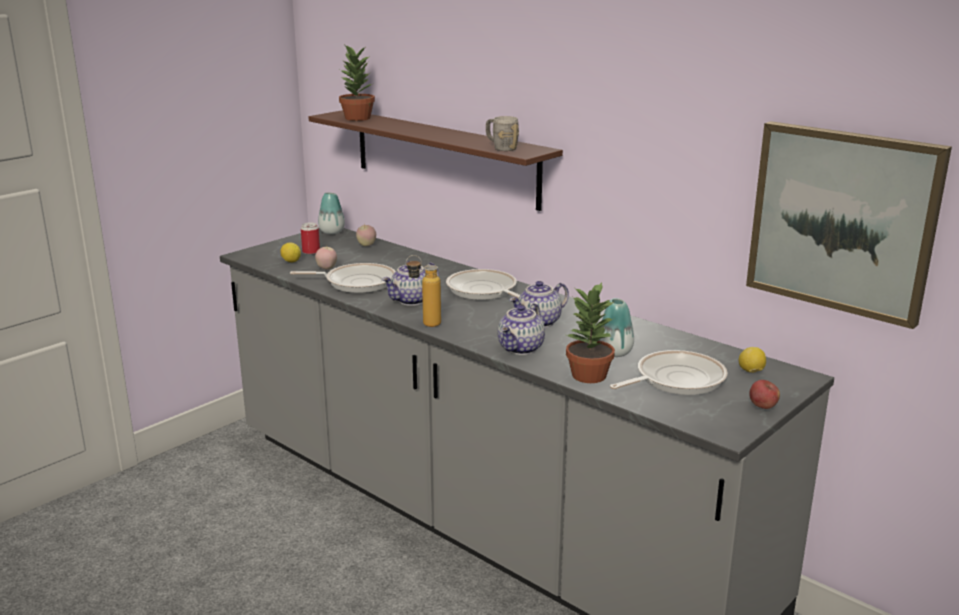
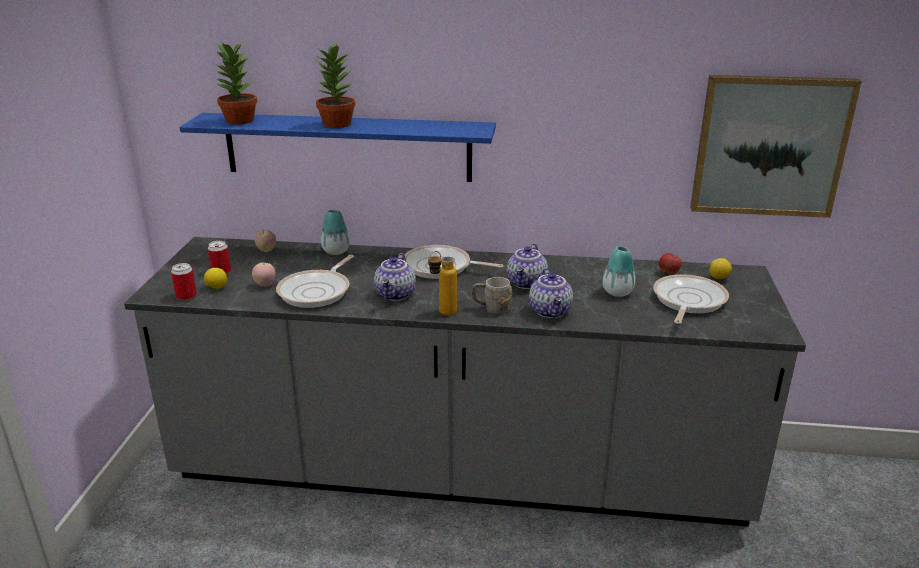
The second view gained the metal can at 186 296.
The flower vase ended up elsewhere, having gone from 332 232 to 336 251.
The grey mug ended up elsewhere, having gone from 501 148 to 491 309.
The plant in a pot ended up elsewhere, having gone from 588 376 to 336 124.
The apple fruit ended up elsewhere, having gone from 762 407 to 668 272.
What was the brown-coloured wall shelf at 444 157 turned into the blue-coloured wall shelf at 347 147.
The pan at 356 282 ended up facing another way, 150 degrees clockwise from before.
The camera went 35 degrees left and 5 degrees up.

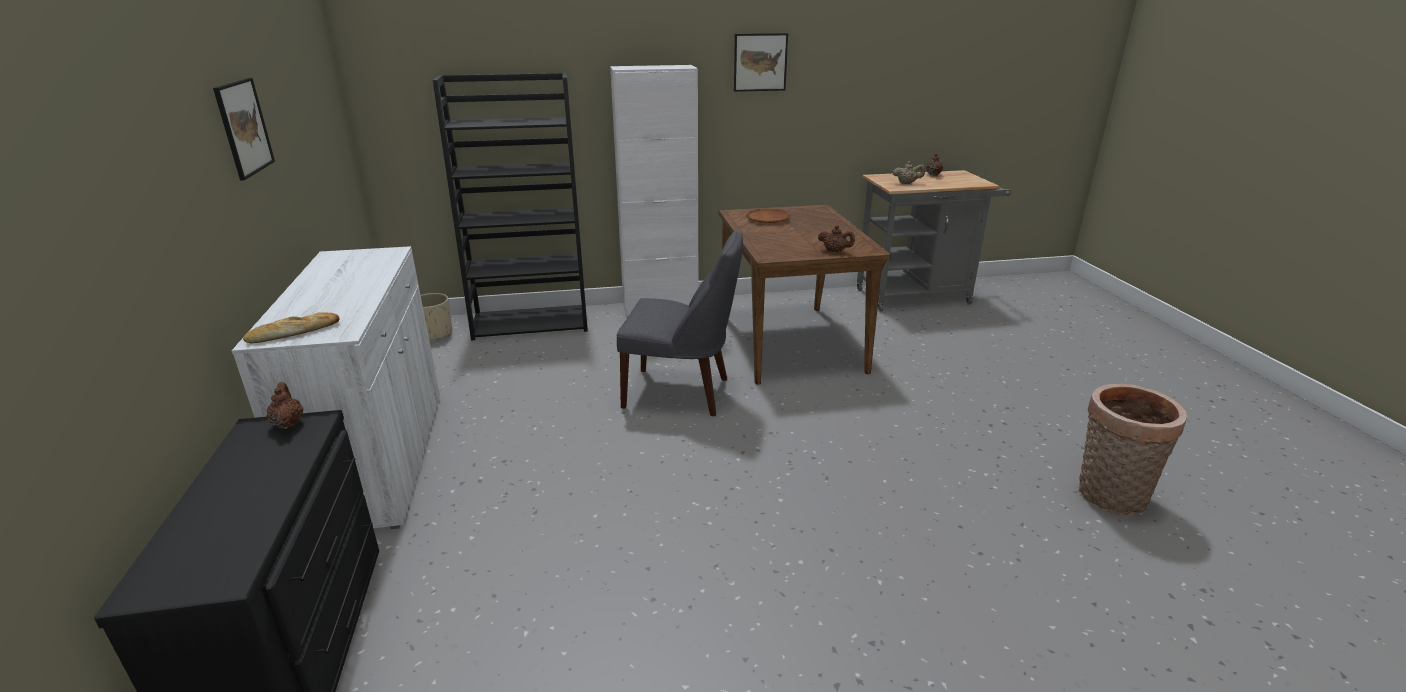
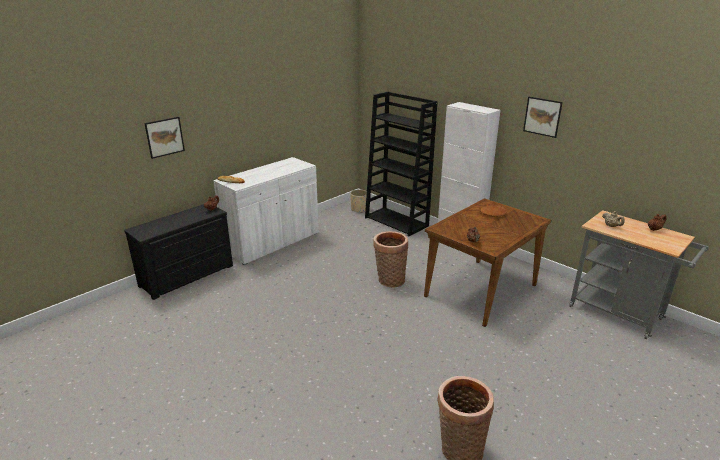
The wall art ended up elsewhere, having gone from 244 127 to 164 137.
Where the grey plain chair stood at 681 393, the household basket came to stand at 389 280.
The camera went 55 degrees right and 0 degrees up.

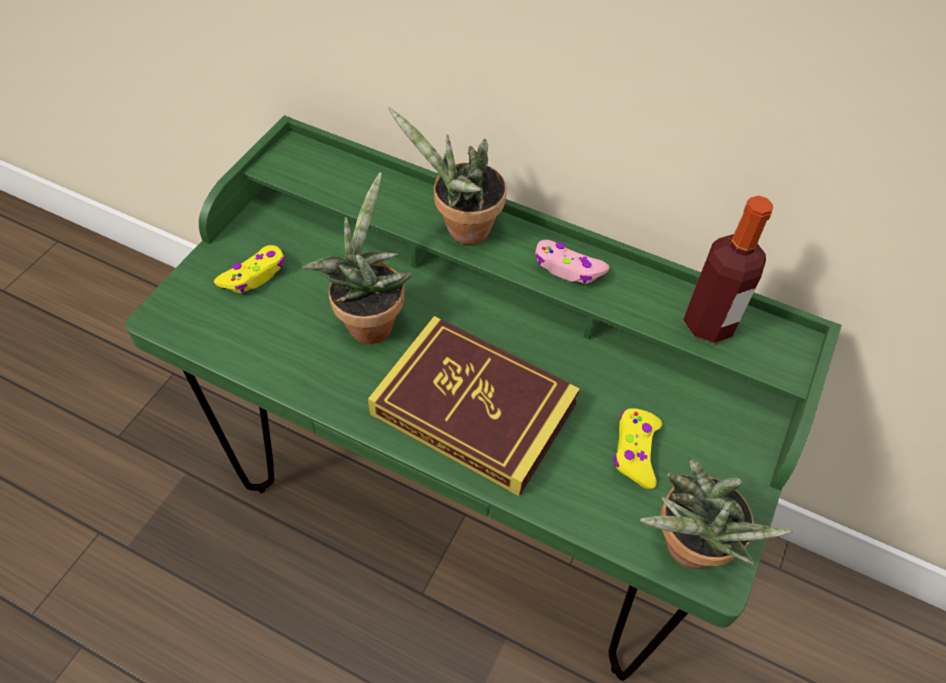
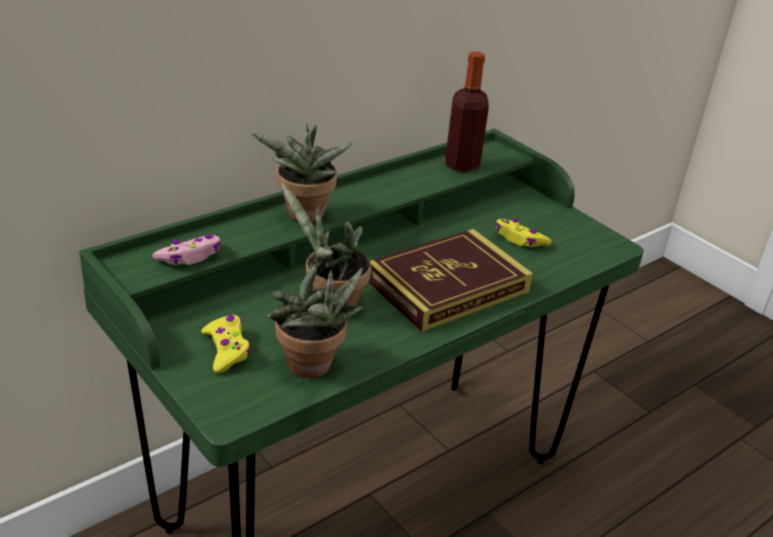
The pink joypad ended up elsewhere, having gone from 568 268 to 190 257.
The plant in a pot ended up elsewhere, having gone from 686 552 to 312 369.
The camera went 65 degrees left and 20 degrees down.

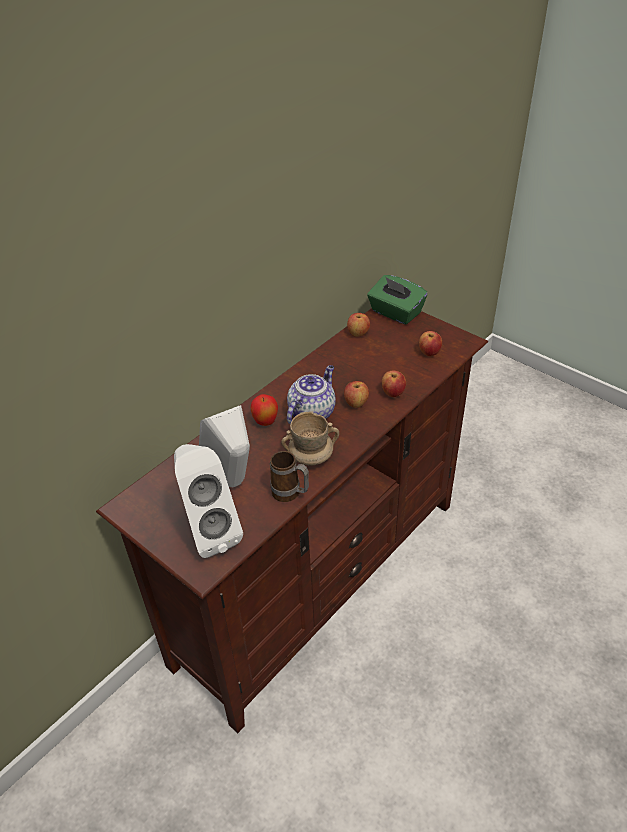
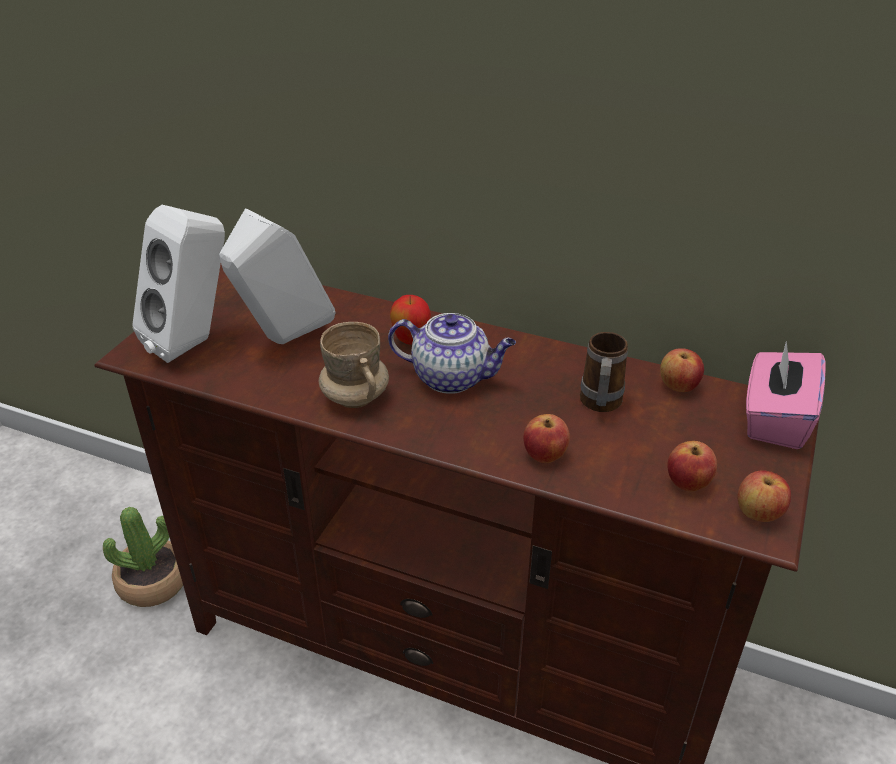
The second view gained the plant in a pot at 153 582.
The mug ended up elsewhere, having gone from 291 494 to 599 405.
The apple fruit ended up elsewhere, having gone from 356 403 to 758 513.
What was the green-coloured box of tissues at 395 313 turned into the pink box of tissues at 775 419.
The camera went 70 degrees right and 5 degrees down.

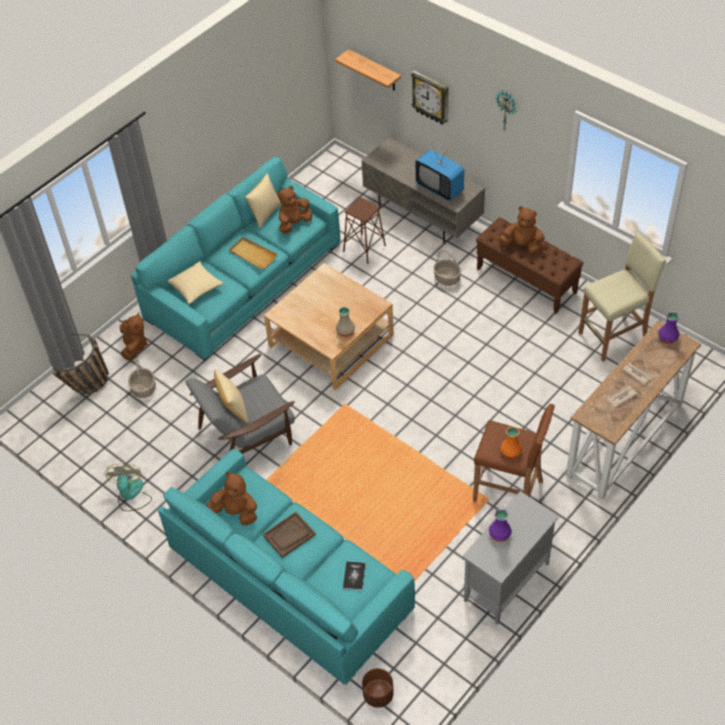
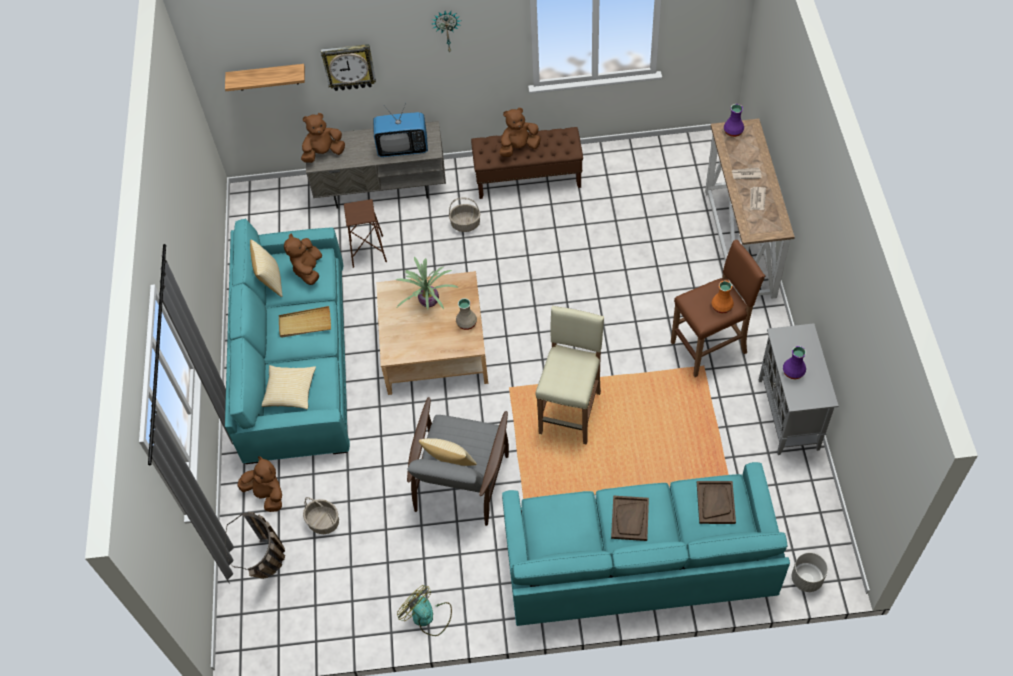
The second view gained the plant in a pot at 428 302.
The brown-coloured soft toy ended up elsewhere, having gone from 236 512 to 323 153.
The sand-coloured stool ended up elsewhere, having gone from 614 336 to 571 412.
Where the book stood at 354 576, the brown-coloured serving tray came to stand at 715 503.
What was the brown-coloured planter at 378 695 turned into the grey planter at 806 579.
The camera went 45 degrees left and 5 degrees up.

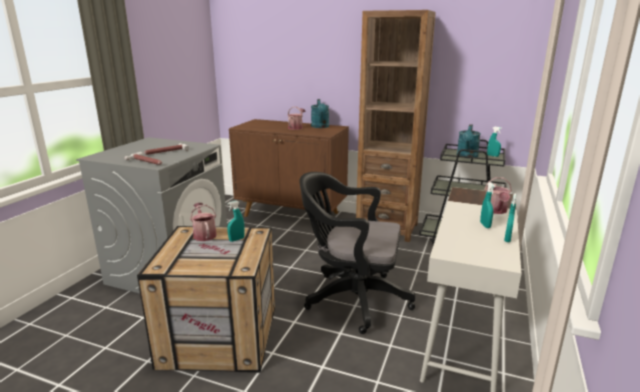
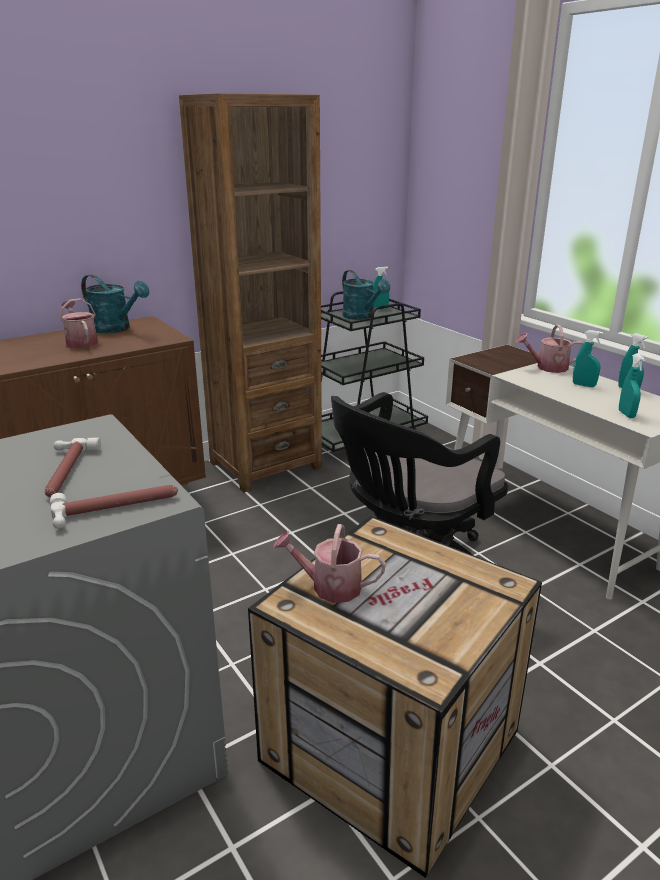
The turquoise-coloured sprayer ended up elsewhere, having gone from 236 239 to 626 414.
The sprinkling can at 495 211 ended up facing another way, 135 degrees clockwise from before.
The camera went 55 degrees left and 5 degrees up.

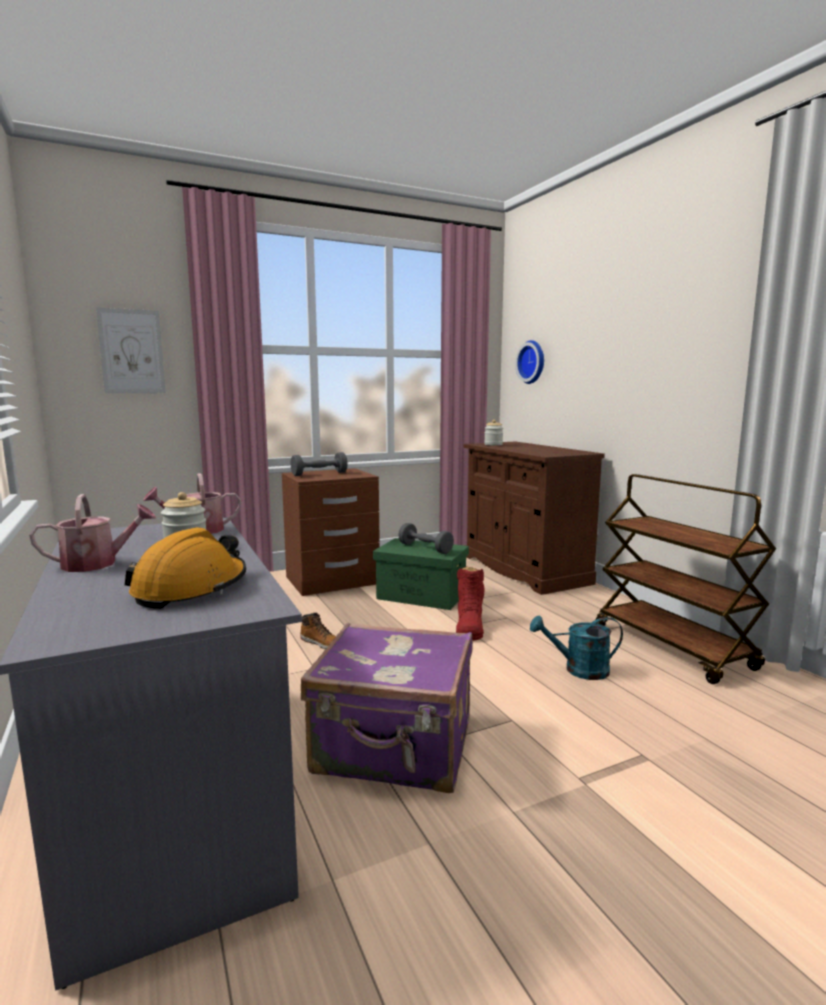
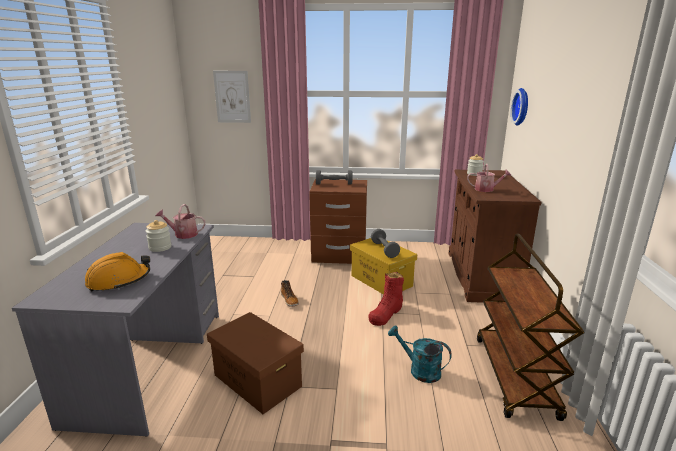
The sprinkling can ended up elsewhere, having gone from 98 563 to 487 189.
Where the purple travel case stood at 395 748, the brown-coloured storage box came to stand at 258 380.
What was the green-coloured storage box at 422 596 turned into the yellow-coloured storage box at 382 281.
The camera went 30 degrees right and 10 degrees up.

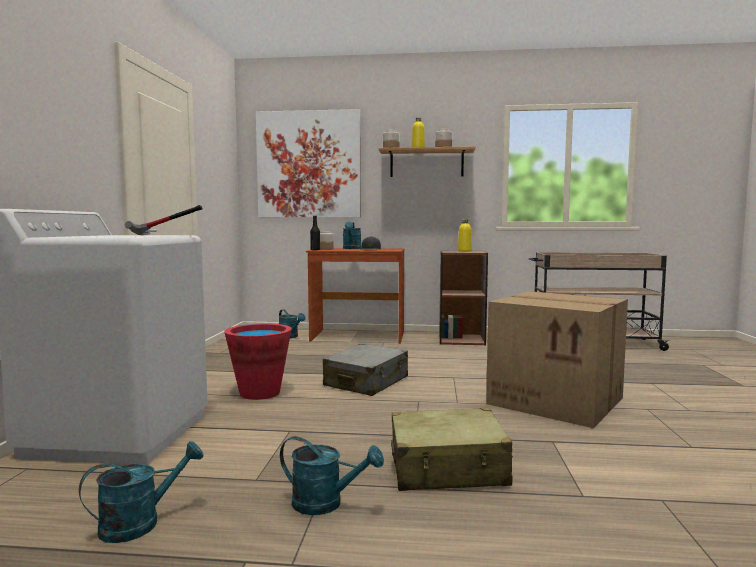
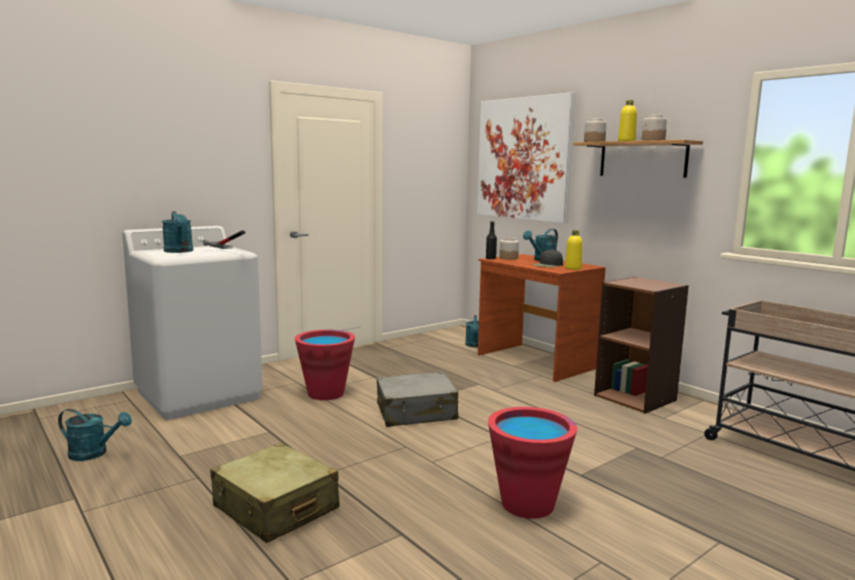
The turquoise-coloured sprinkling can ended up elsewhere, having gone from 326 504 to 179 251.
The yellow-coloured beverage bottle ended up elsewhere, having gone from 464 251 to 573 268.
Where the packing box stood at 557 400, the red-coloured pail came to stand at 527 504.
The camera went 45 degrees right and 5 degrees up.

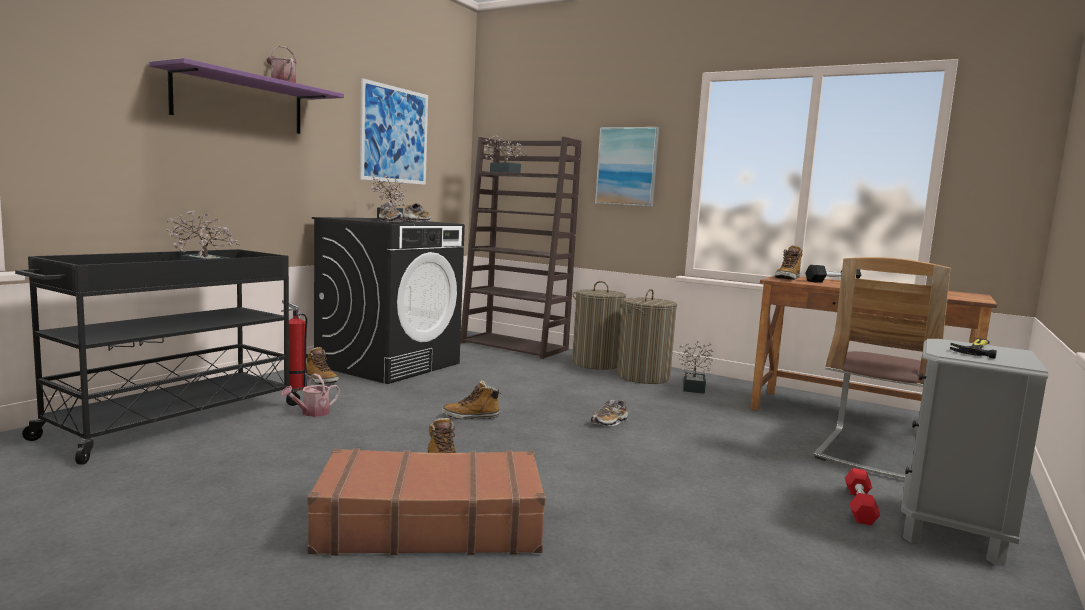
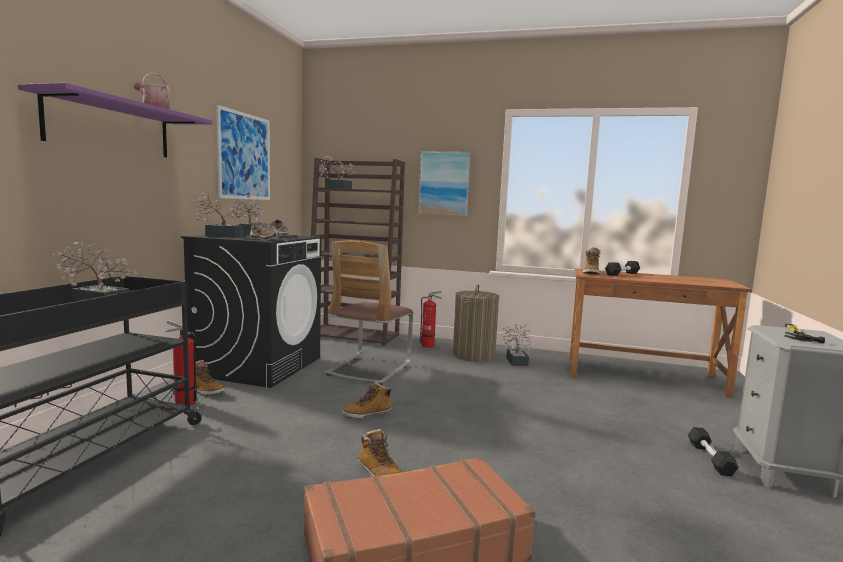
The second view lost the sprinkling can at 312 413.
The second view lost the item of footwear at 609 422.
The second view gained the plant in a pot at 220 236.
The plain chair ended up elsewhere, having gone from 874 455 to 369 369.
Where the washing basket stood at 596 363, the fire-fighting cylinder came to stand at 429 346.
What was the red-coloured hand weight at 859 506 turned into the blackish hand weight at 710 458.
The camera went 15 degrees left and 0 degrees up.

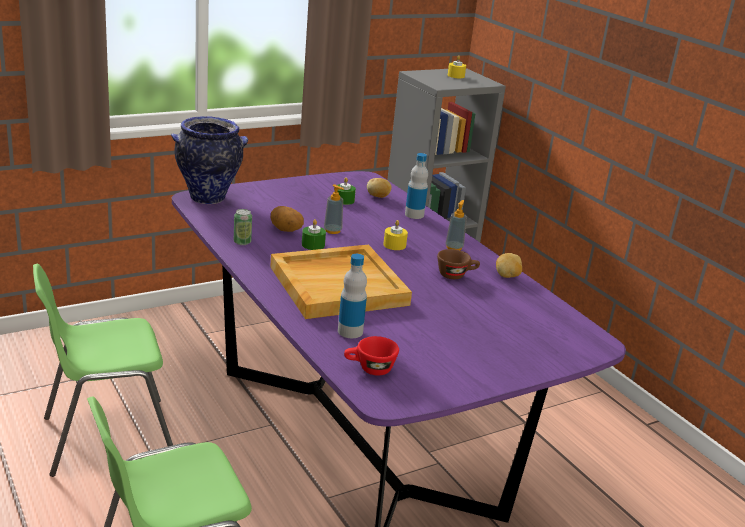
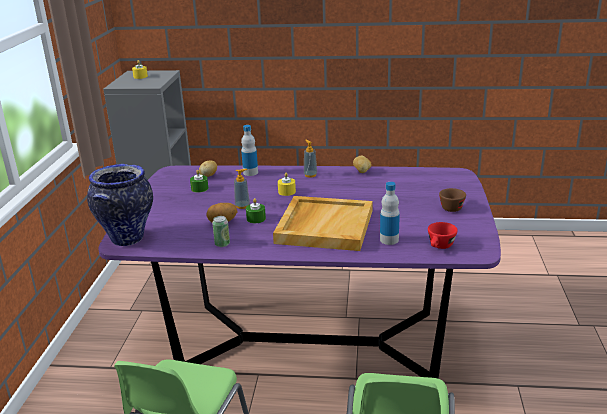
The brown-coloured small cup ended up elsewhere, having gone from 456 275 to 452 207.
The camera went 50 degrees left and 0 degrees up.

